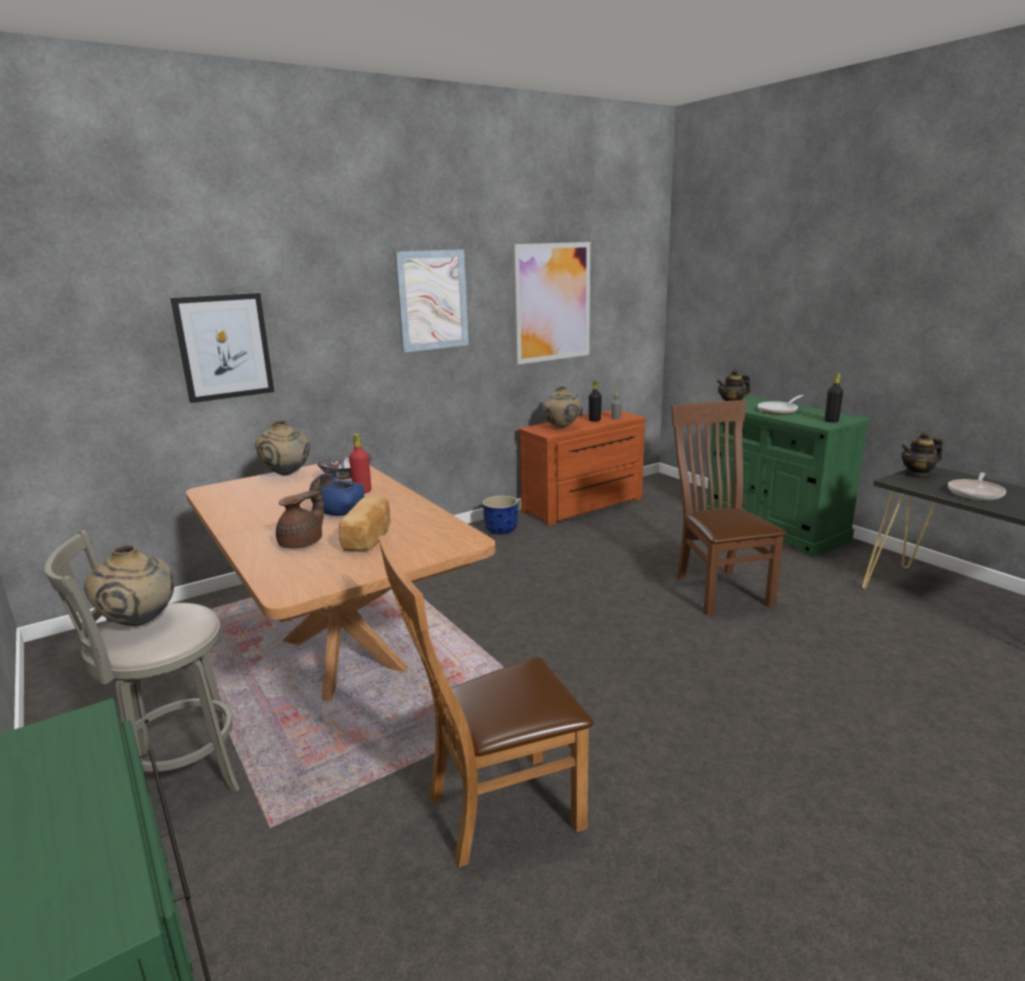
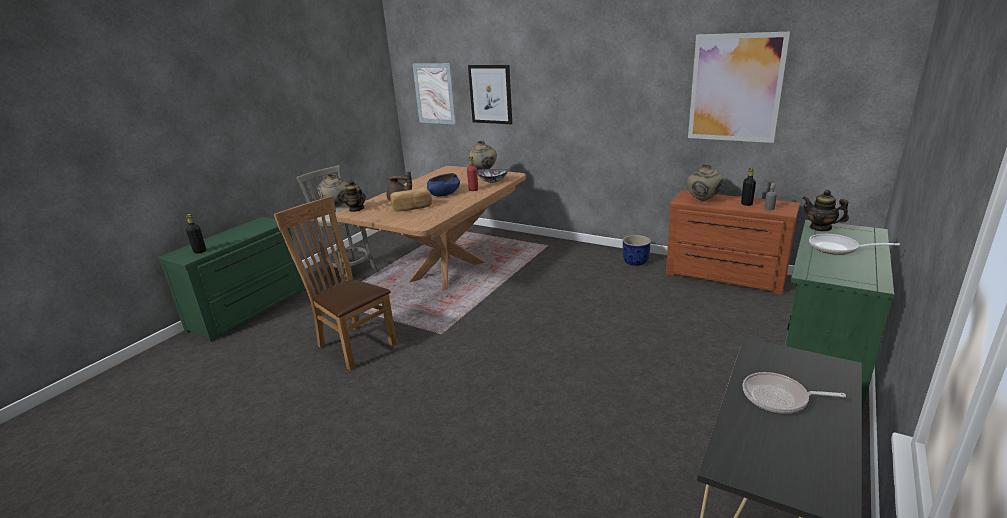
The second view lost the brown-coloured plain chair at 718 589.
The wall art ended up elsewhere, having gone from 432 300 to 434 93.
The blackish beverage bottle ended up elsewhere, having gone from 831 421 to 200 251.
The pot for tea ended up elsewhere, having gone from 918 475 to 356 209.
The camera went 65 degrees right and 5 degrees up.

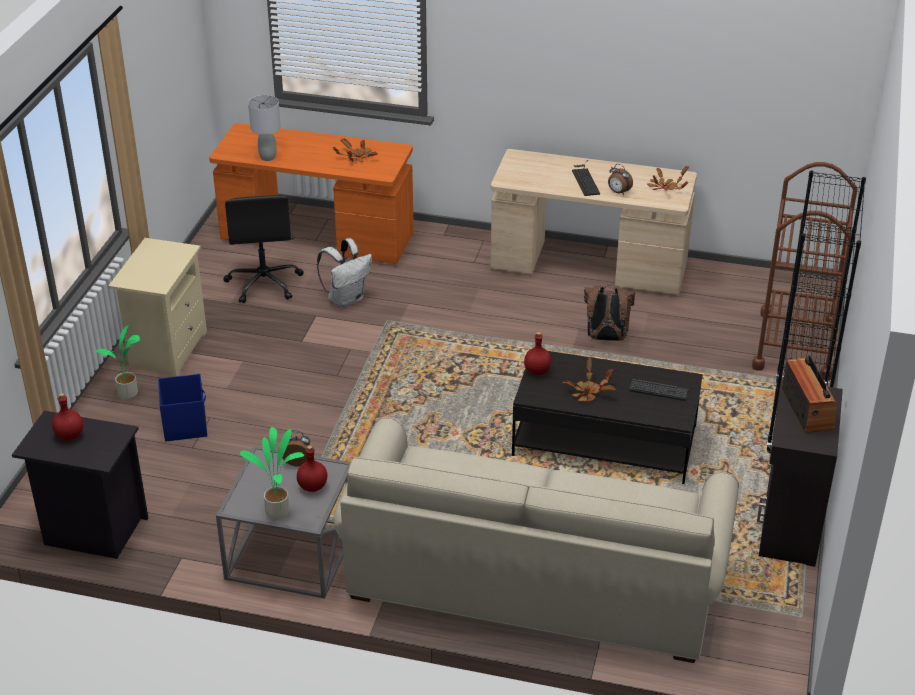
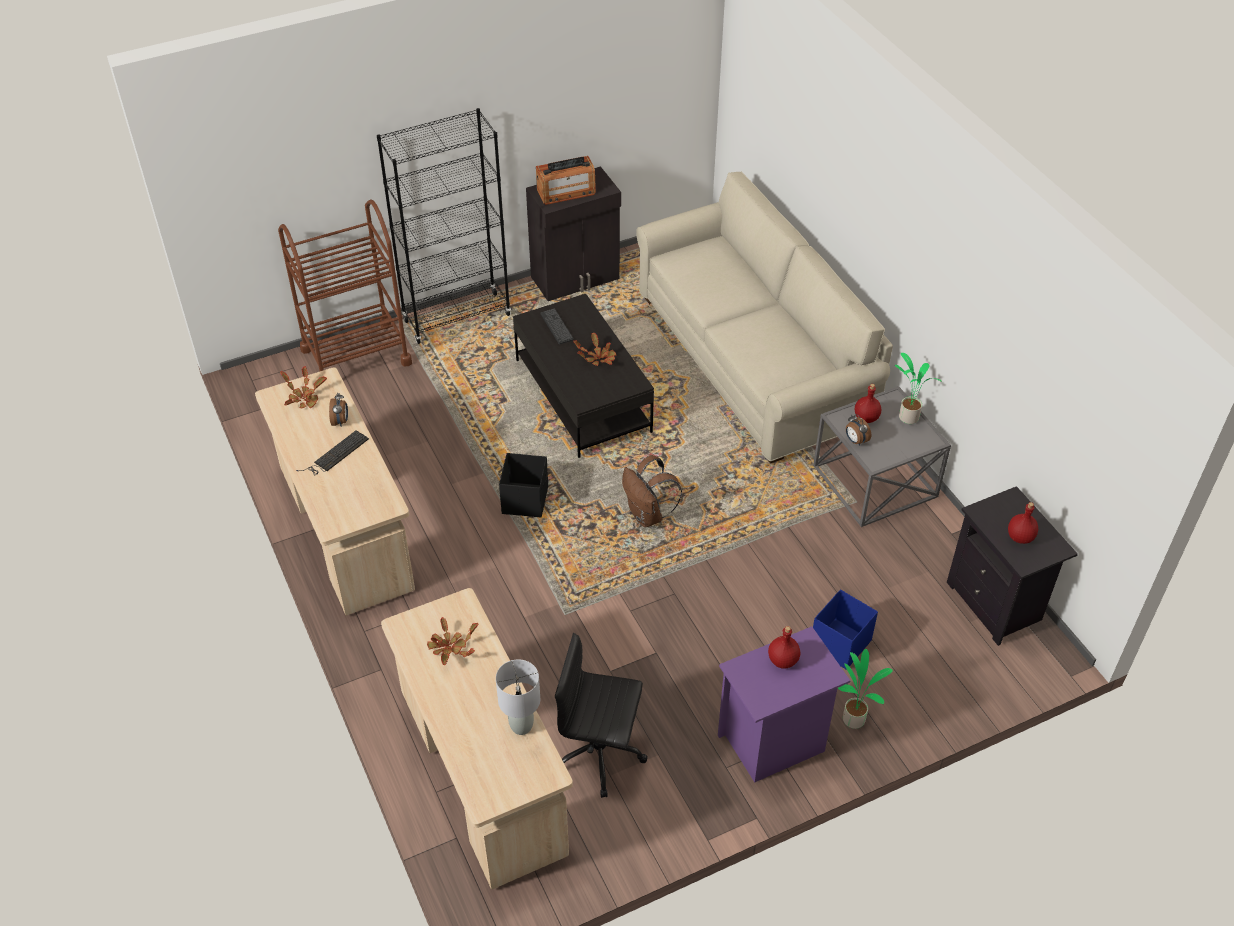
The second view lost the white-coloured rucksack at 346 299.
The second view gained the blackish storage box at 525 499.
The red-coloured beverage bottle ended up elsewhere, having gone from 536 371 to 783 661.
The brown-coloured rucksack ended up elsewhere, having gone from 605 338 to 648 515.
What was the sand-coloured nightstand at 167 350 turned into the purple nightstand at 773 743.
What was the orange-coloured desk at 317 238 turned into the sand-coloured desk at 481 772.
The blackish office chair at 264 283 ended up facing another way, 120 degrees counterclockwise from before.
The radio receiver at 807 409 ended up facing another way, 150 degrees counterclockwise from before.
The camera went 130 degrees left and 10 degrees up.

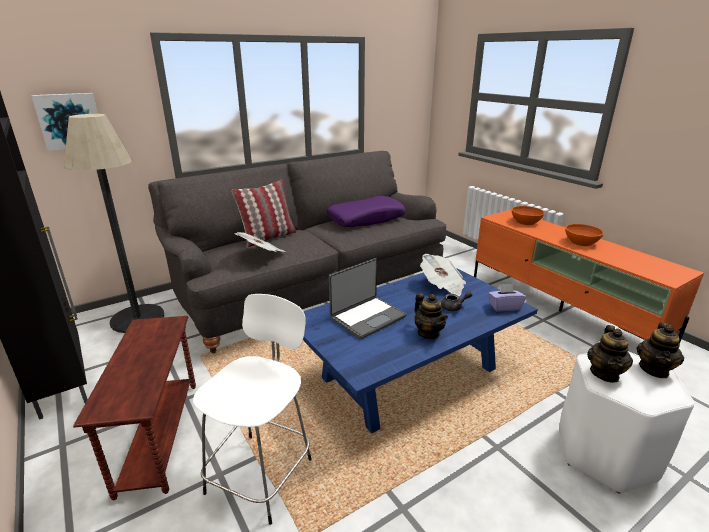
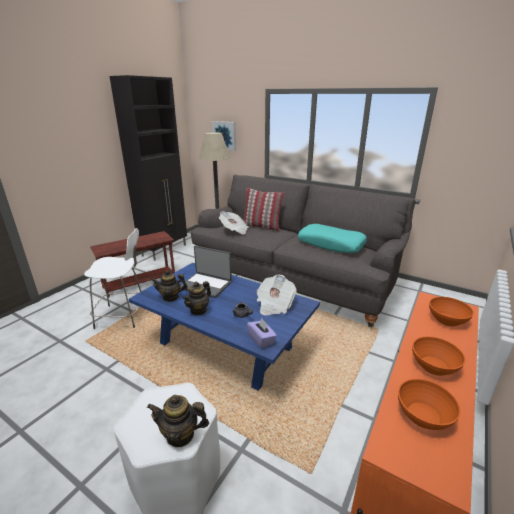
The second view gained the orange-coloured serving bowl at 423 416.
The pot for tea ended up elsewhere, having gone from 605 373 to 171 297.
What was the purple cushion at 366 219 turned into the turquoise-coloured cushion at 331 244.
The camera went 65 degrees right and 0 degrees up.

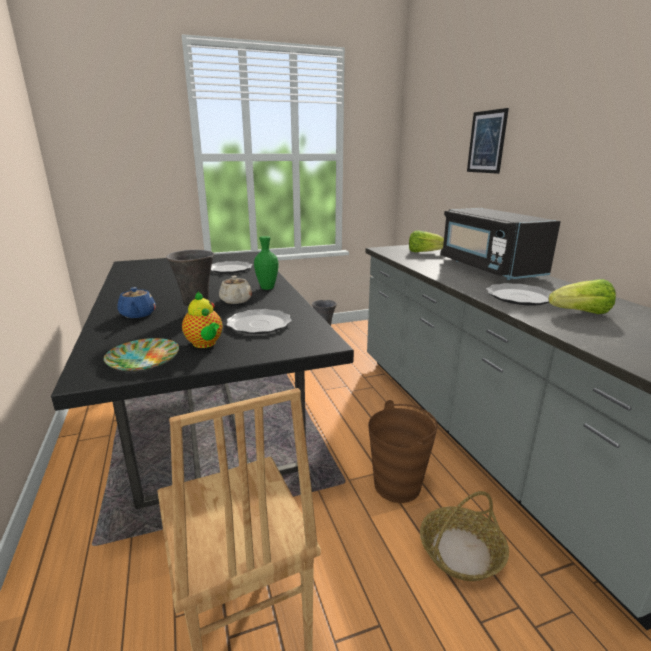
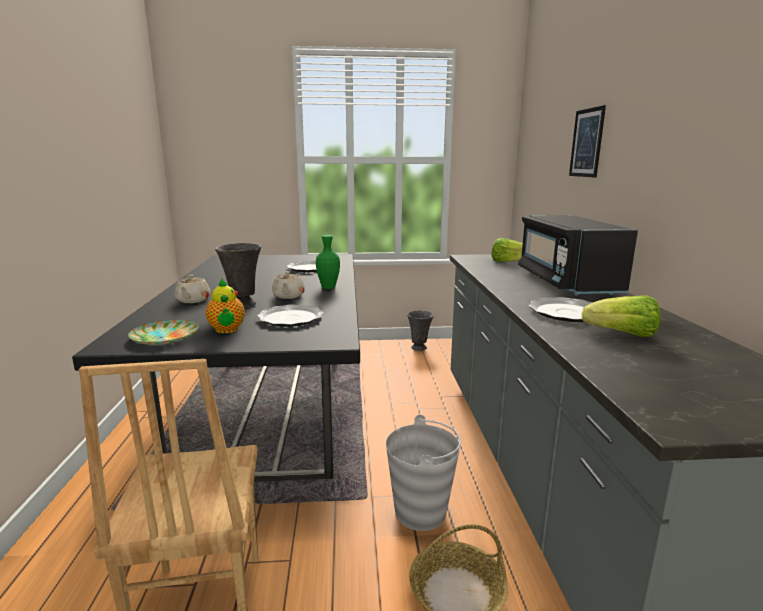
What was the blue-coloured pot for tea at 138 314 turned into the sand-coloured pot for tea at 193 300.
What was the brown-coloured pail at 398 485 turned into the grey pail at 421 512.
The camera went 15 degrees right and 5 degrees down.

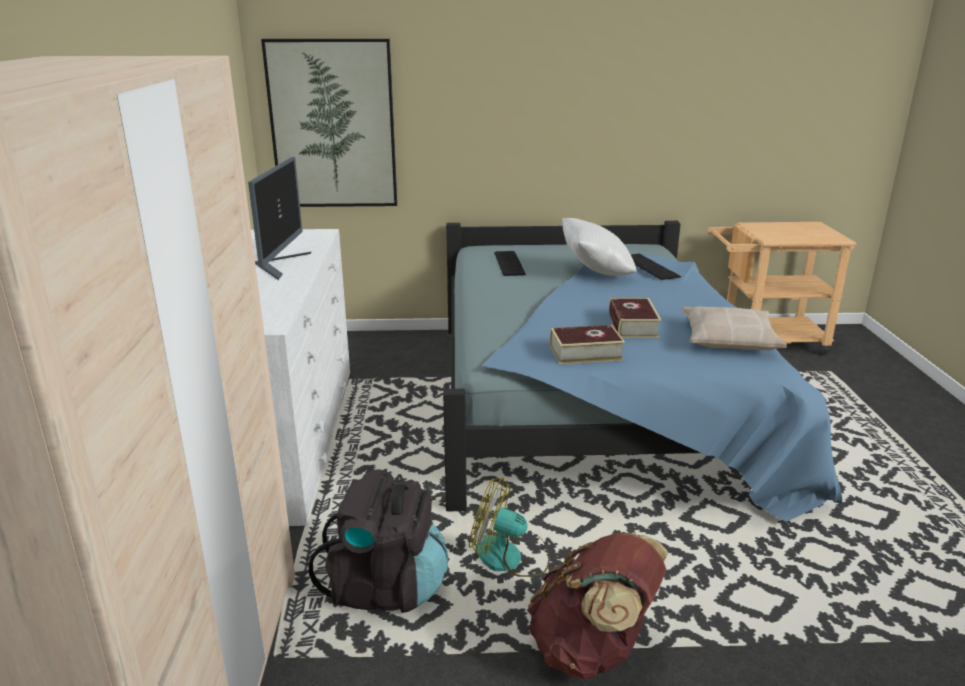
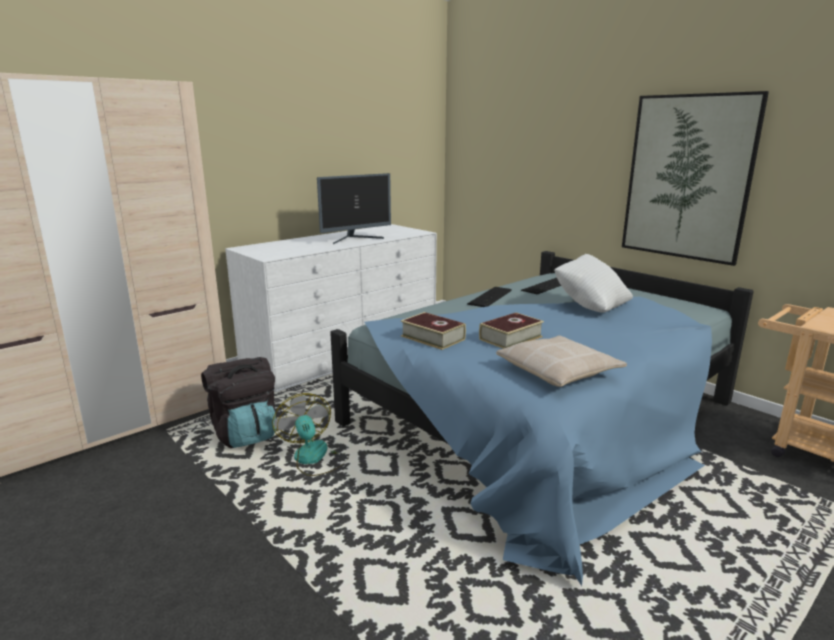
The second view lost the brown-coloured rucksack at 592 650.
The wall art ended up elsewhere, having gone from 333 125 to 687 178.
The keyboard ended up elsewhere, having gone from 650 266 to 491 297.
The camera went 50 degrees right and 5 degrees down.

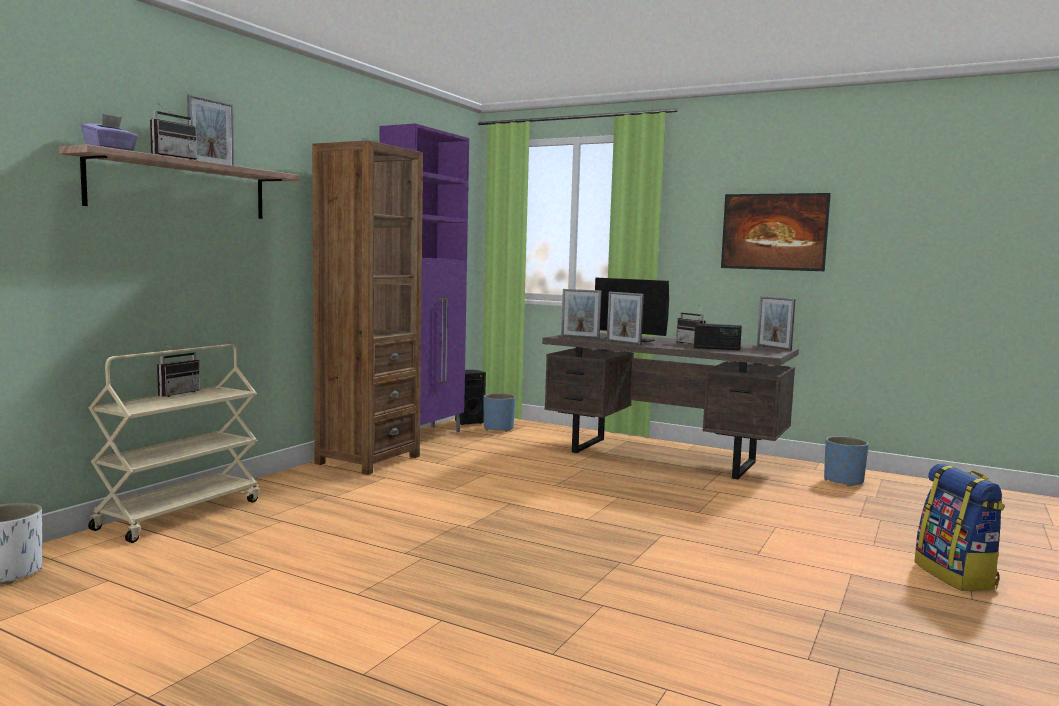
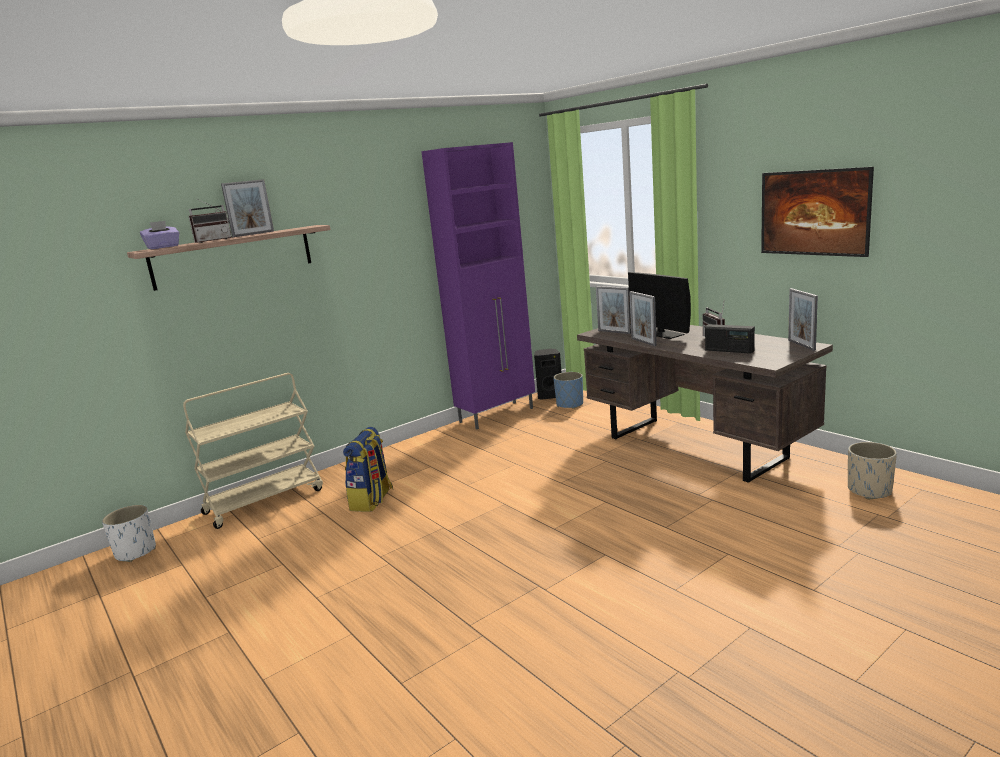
The second view lost the radio receiver at 176 393.
The second view lost the brown-coloured bookshelf at 368 460.
The rucksack ended up elsewhere, having gone from 956 576 to 372 500.
What was the blue-coloured planter at 843 481 turned into the sand-coloured planter at 869 491.
The camera went 25 degrees right and 10 degrees up.

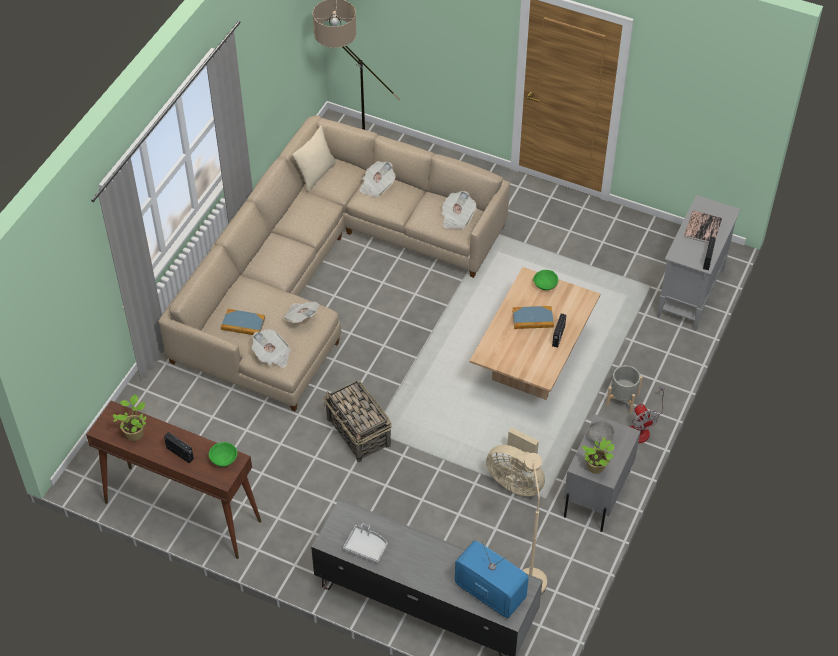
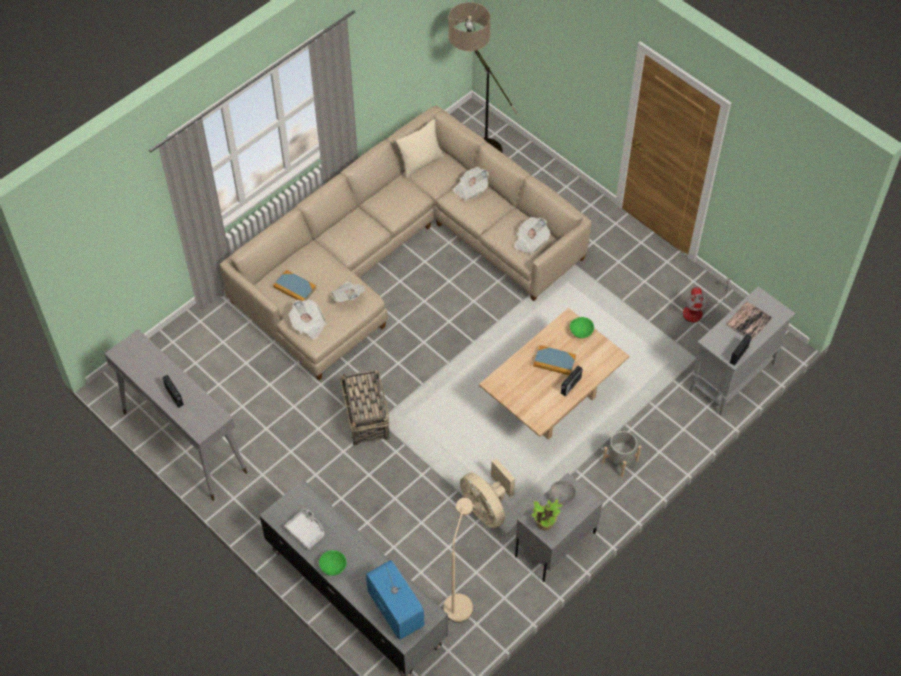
The second view lost the plant in a pot at 135 433.
The green-coloured serving bowl ended up elsewhere, having gone from 223 459 to 332 566.
The fan ended up elsewhere, having gone from 642 428 to 698 310.
What was the brown-coloured console table at 181 511 turned into the grey console table at 184 442.
The camera went 20 degrees right and 5 degrees up.

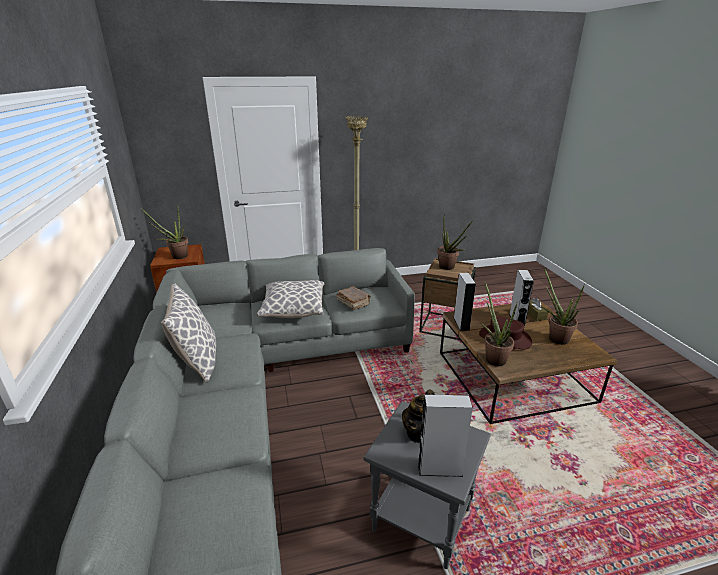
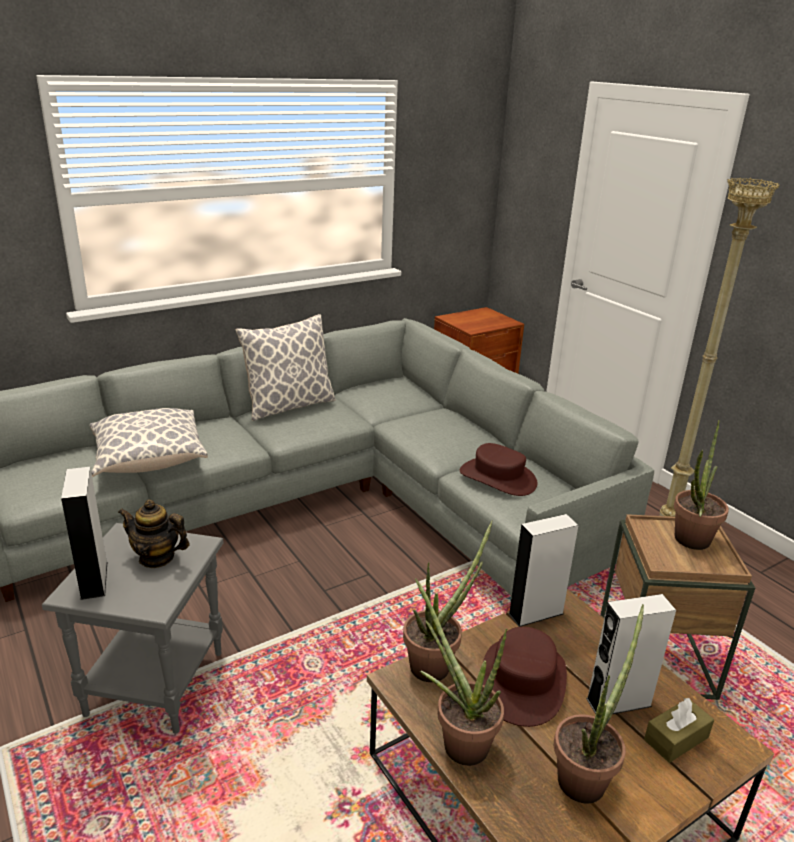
The plant in a pot ended up elsewhere, having gone from 176 257 to 458 740.
The cushion ended up elsewhere, having gone from 293 310 to 149 460.
Where the brown-coloured book stood at 353 303, the brown-coloured clothing hat came to stand at 498 478.
The camera went 70 degrees right and 0 degrees up.

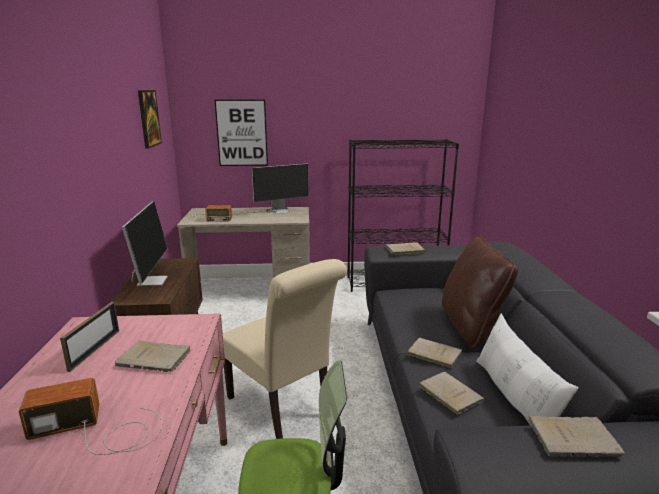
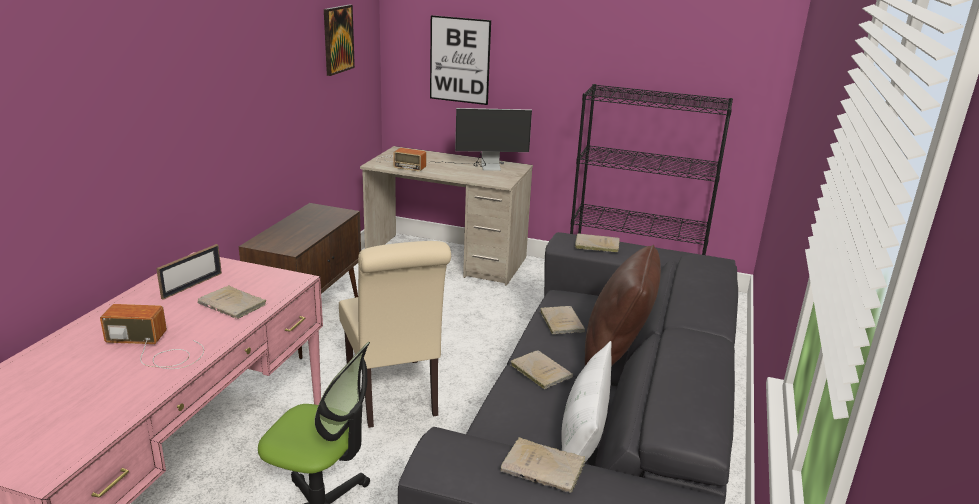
The second view lost the computer screen at 152 280.
The sand-coloured book ended up elsewhere, having gone from 449 393 to 561 321.
The camera went 20 degrees right and 5 degrees up.

